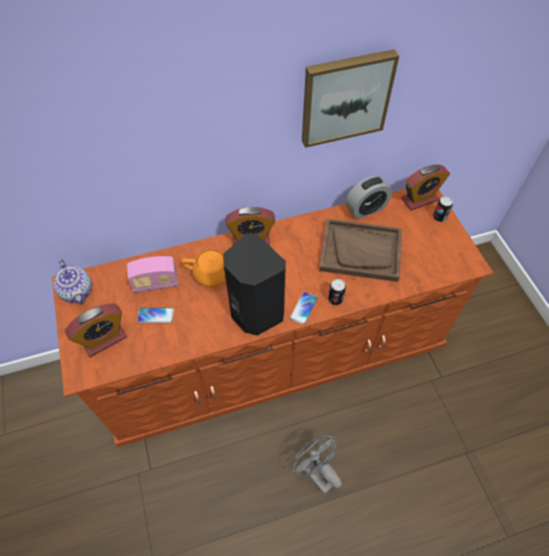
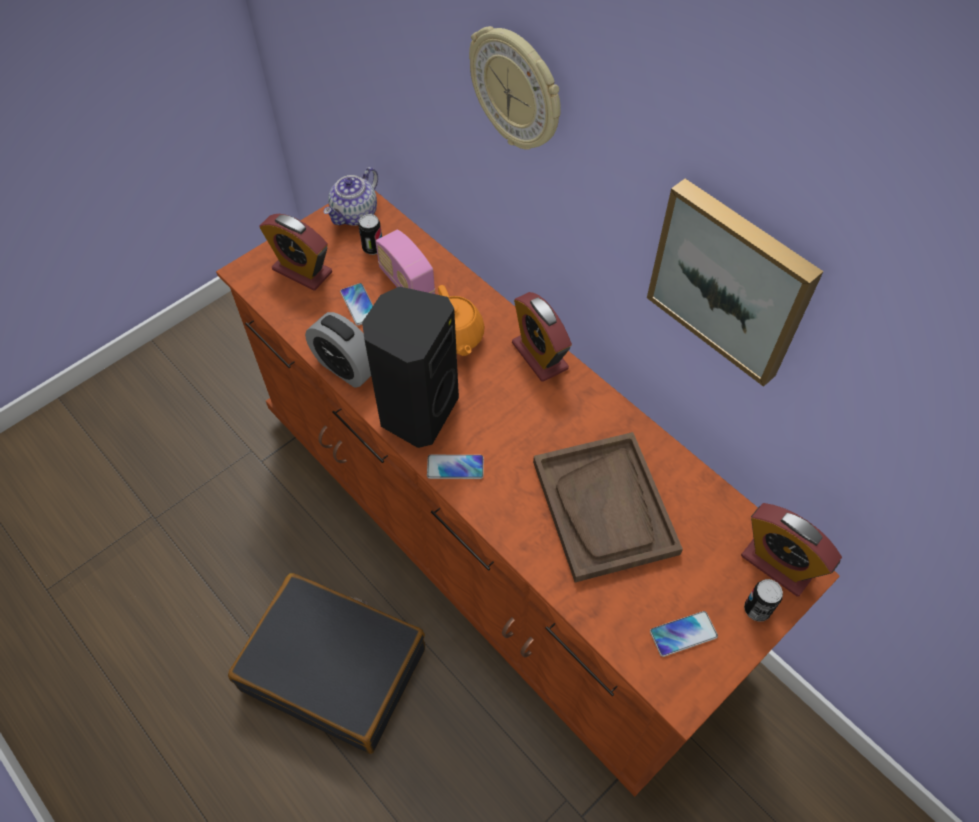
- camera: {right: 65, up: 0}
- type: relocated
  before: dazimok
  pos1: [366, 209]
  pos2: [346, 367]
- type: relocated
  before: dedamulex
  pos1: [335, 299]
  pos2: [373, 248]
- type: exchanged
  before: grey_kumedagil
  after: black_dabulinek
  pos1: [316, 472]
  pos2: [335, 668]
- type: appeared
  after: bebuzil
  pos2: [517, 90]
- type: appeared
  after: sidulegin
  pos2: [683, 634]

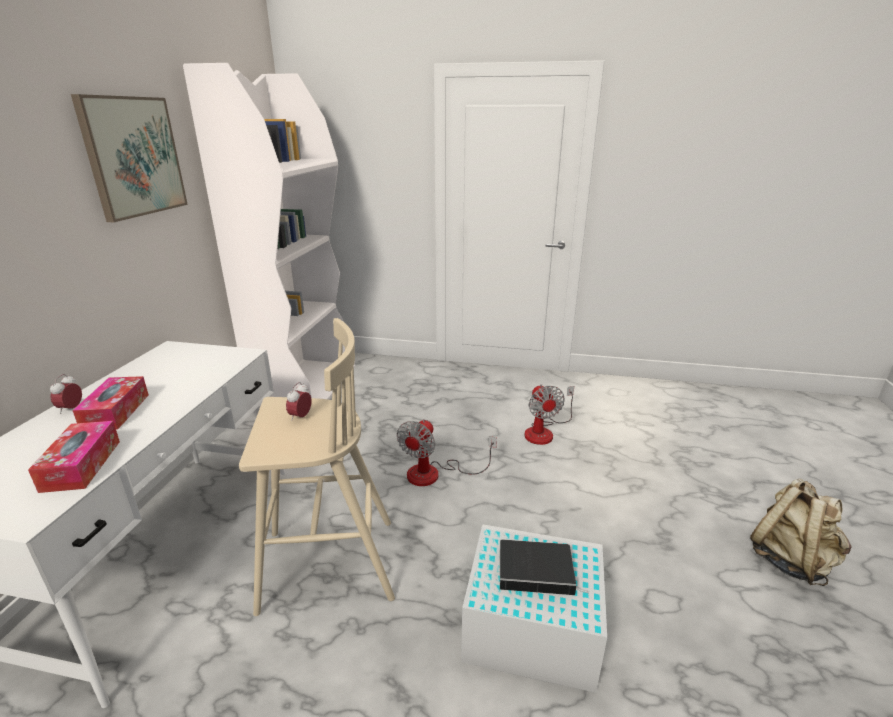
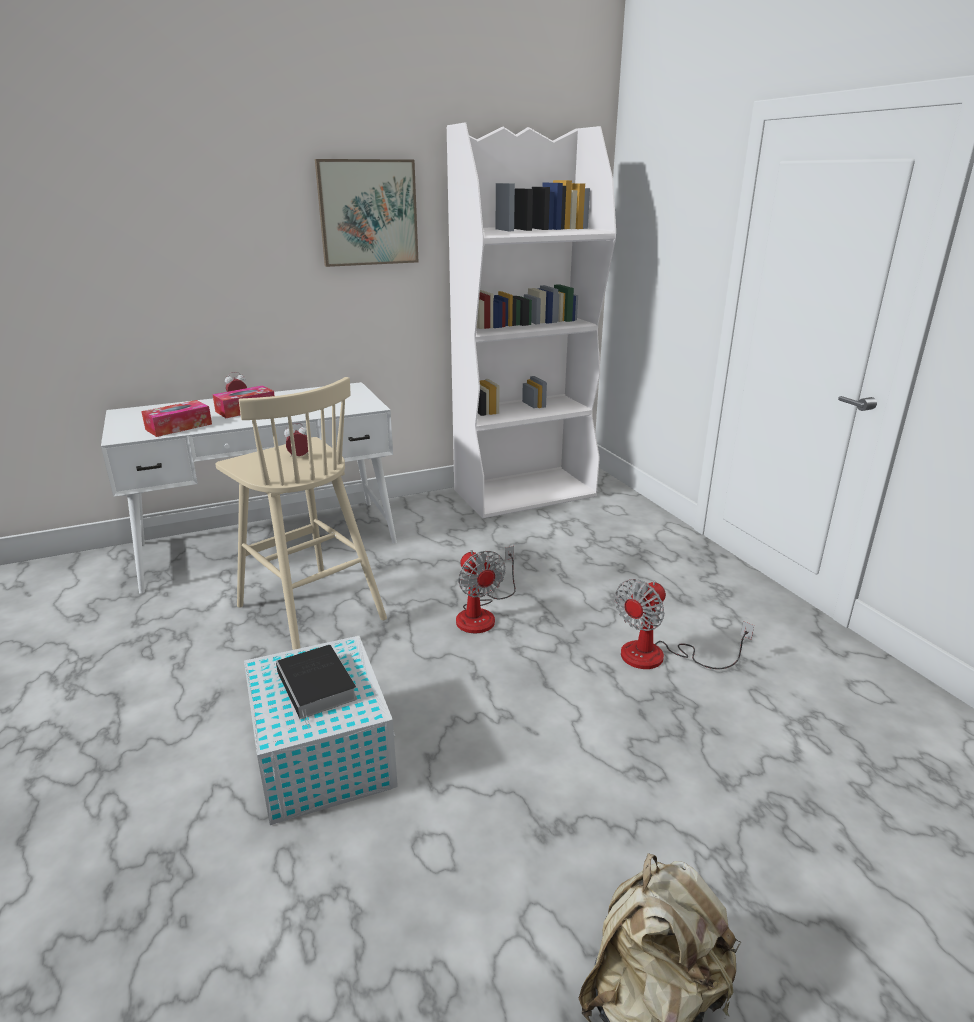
- camera: {right: 55, up: 0}
- type: spun
  before: kumedagil
  pos1: [435, 474]
  pos2: [482, 614]
  turn: -105

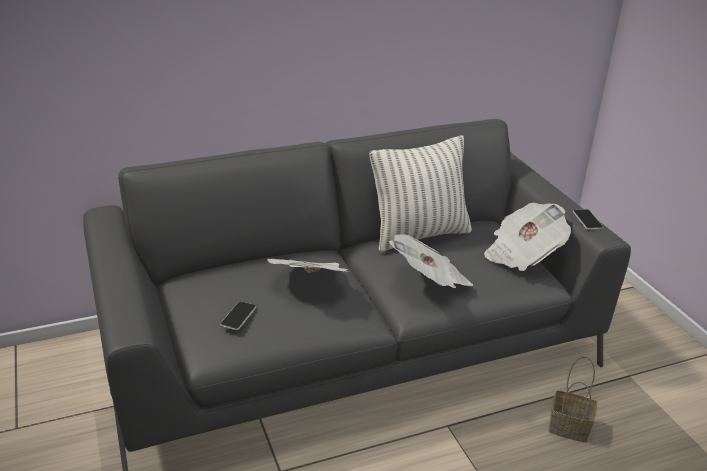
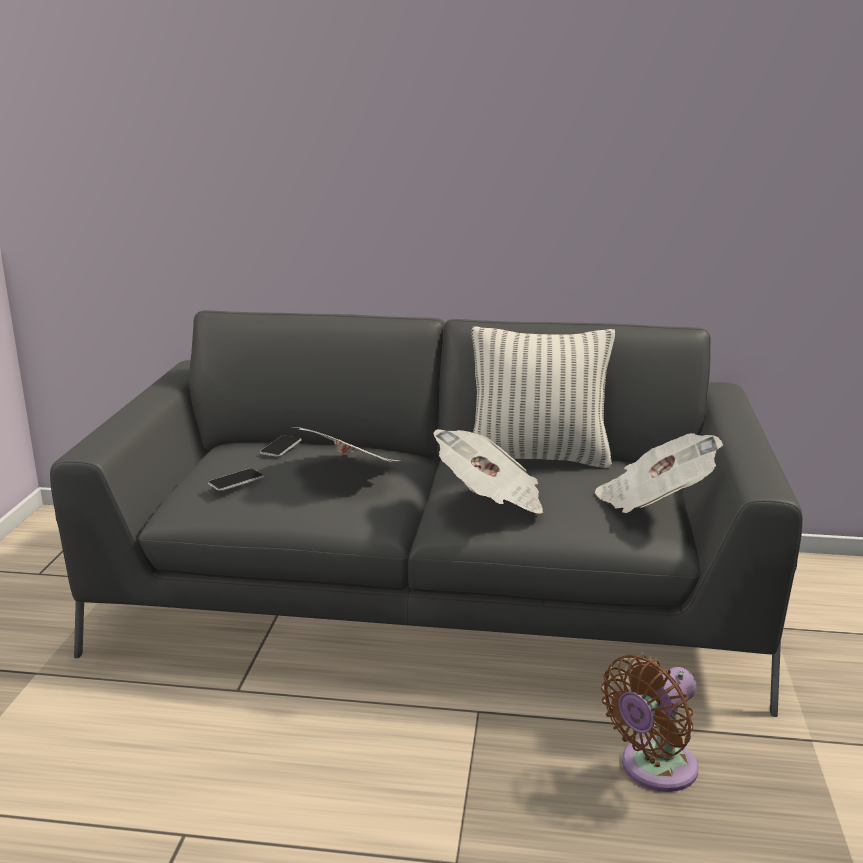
- camera: {right: 30, up: -10}
- type: relocated
  before: sidulegin
  pos1: [587, 220]
  pos2: [281, 447]
- type: exchanged
  before: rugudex
  after: brown_kumedagil
  pos1: [570, 427]
  pos2: [653, 769]

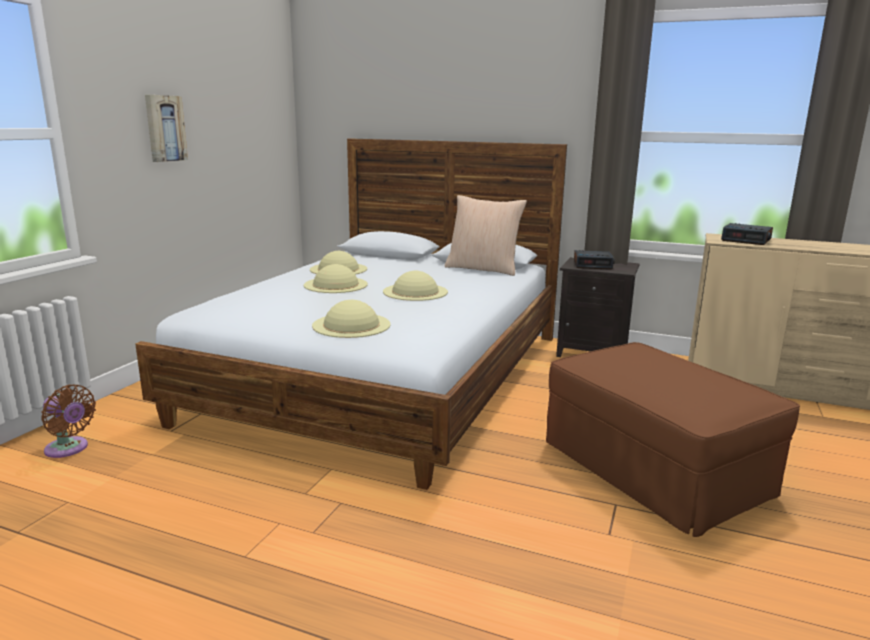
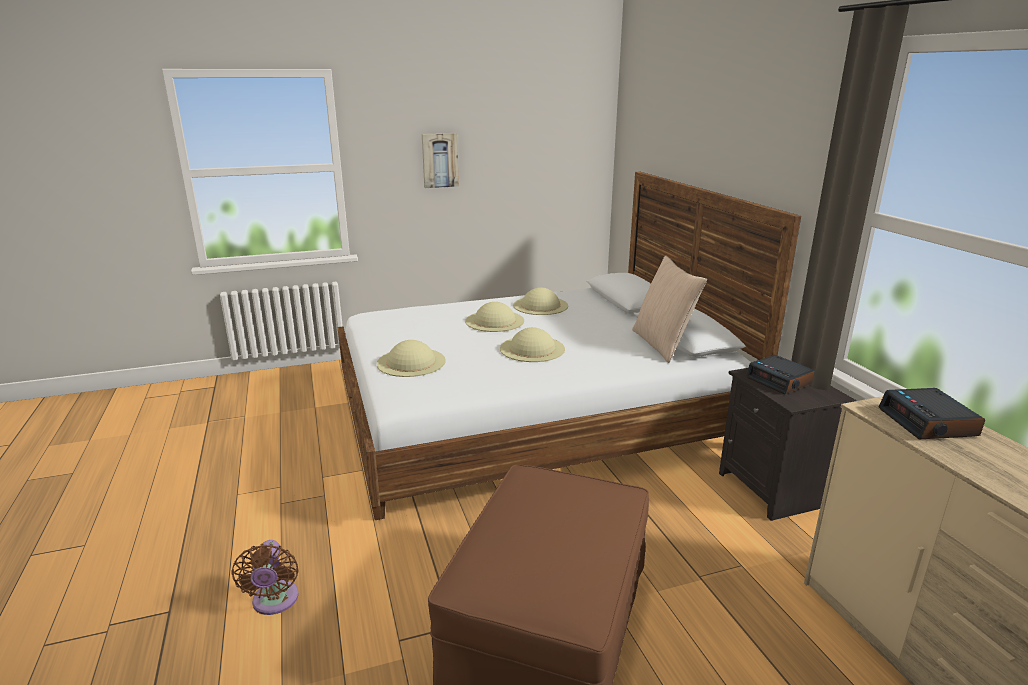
- camera: {right: 50, up: 5}
- type: relocated
  before: brown_kumedagil
  pos1: [69, 449]
  pos2: [274, 602]

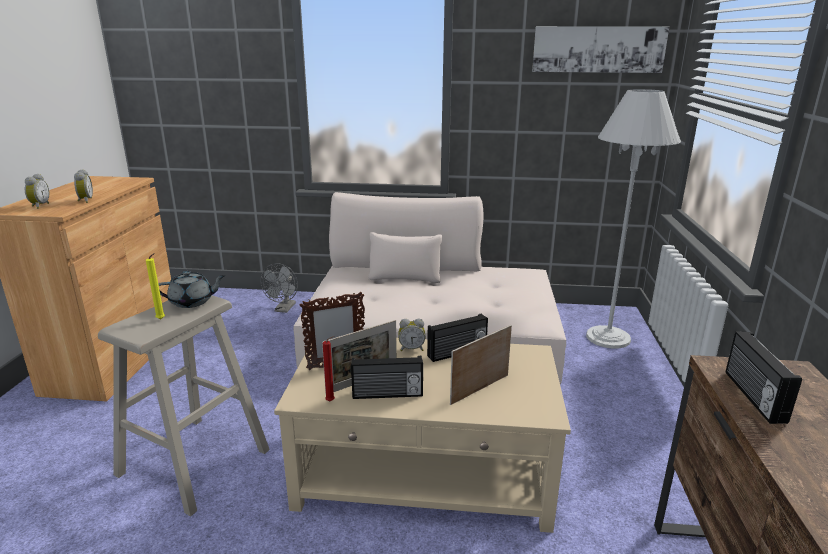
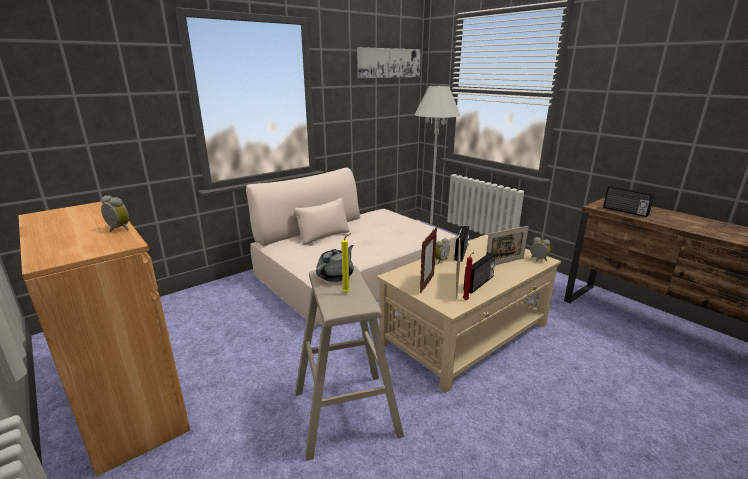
- camera: {right: -45, up: 0}
- type: relocated
  before: dazimok
  pos1: [39, 206]
  pos2: [538, 260]
- type: missing
  before: grey_kumedagil
  pos1: [284, 309]
- type: spun
  before: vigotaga
  pos1: [480, 389]
  pos2: [504, 262]
  turn: -120

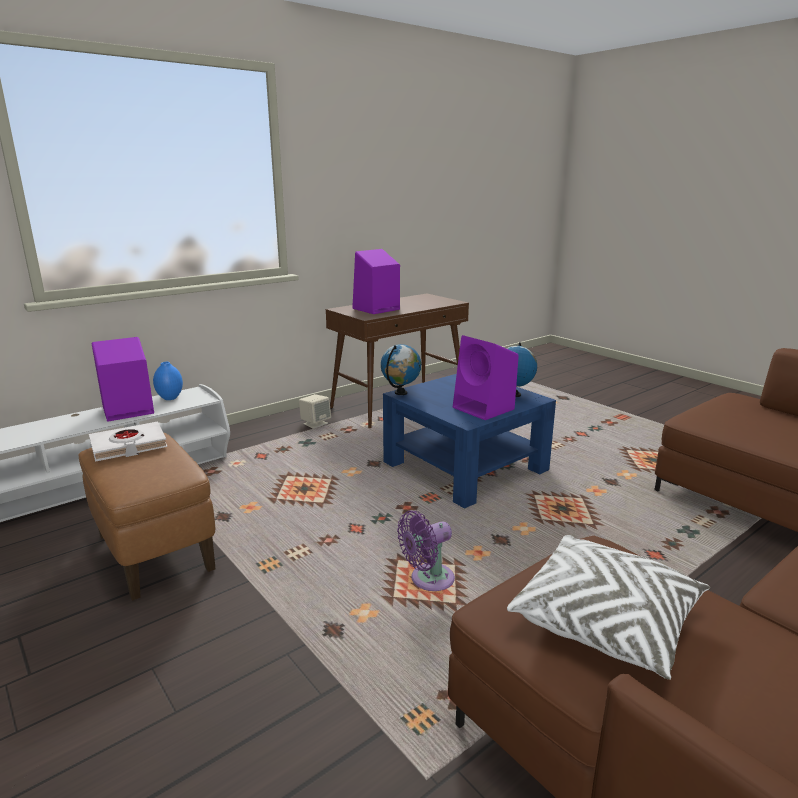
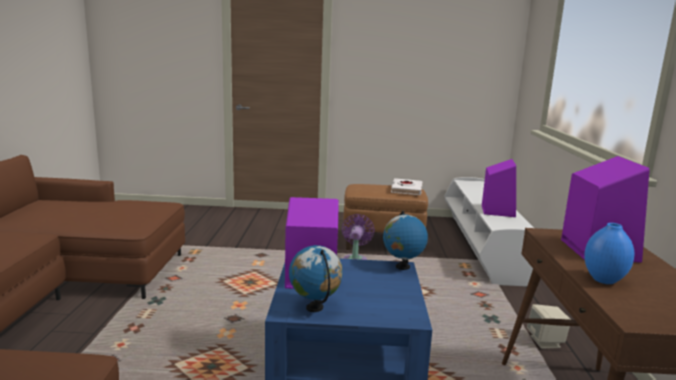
- camera: {right: 130, up: -5}
- type: relocated
  before: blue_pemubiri
  pos1: [170, 398]
  pos2: [604, 280]
- type: relocated
  before: purple_kumedagil
  pos1: [428, 580]
  pos2: [355, 259]
- type: missing
  before: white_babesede
  pos1: [606, 620]

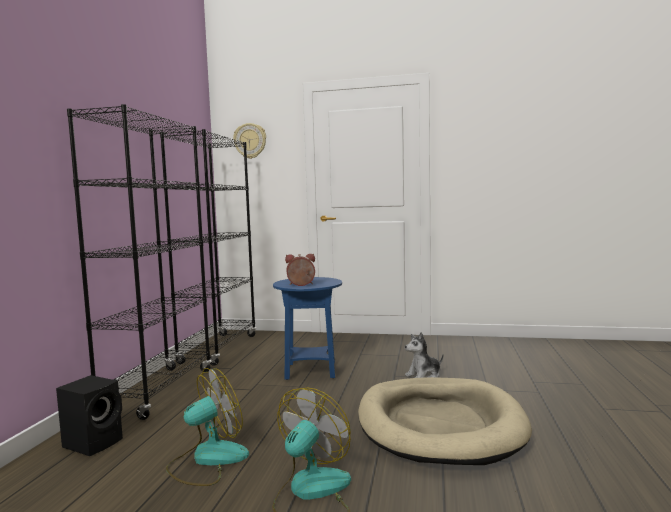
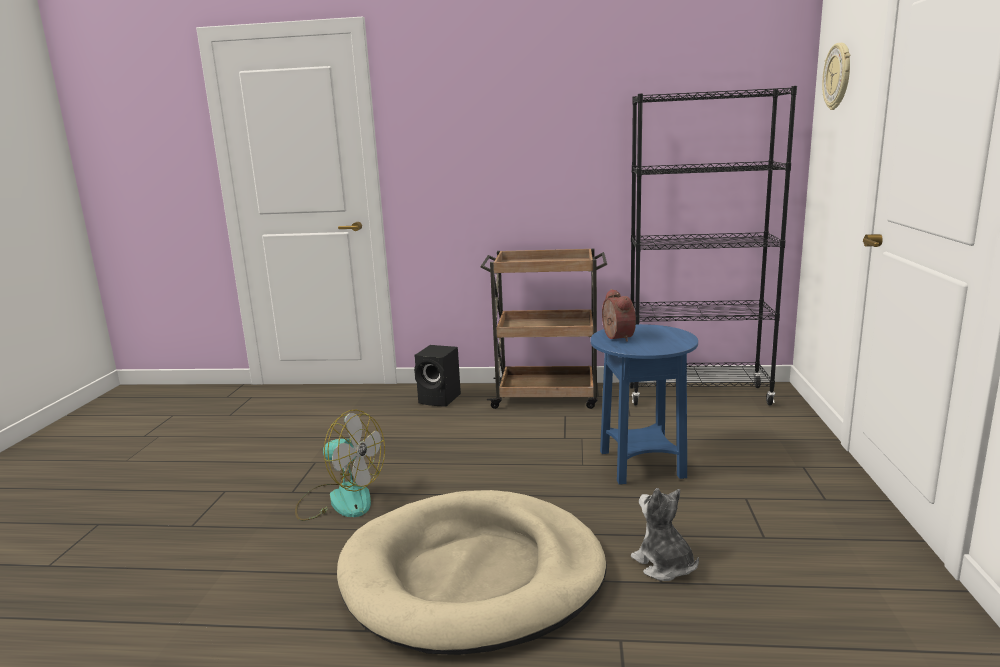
- camera: {right: 85, up: 10}
- type: exchanged
  before: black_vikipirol
  after: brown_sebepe
  pos1: [159, 391]
  pos2: [547, 396]
- type: missing
  before: kumedagil
  pos1: [208, 460]

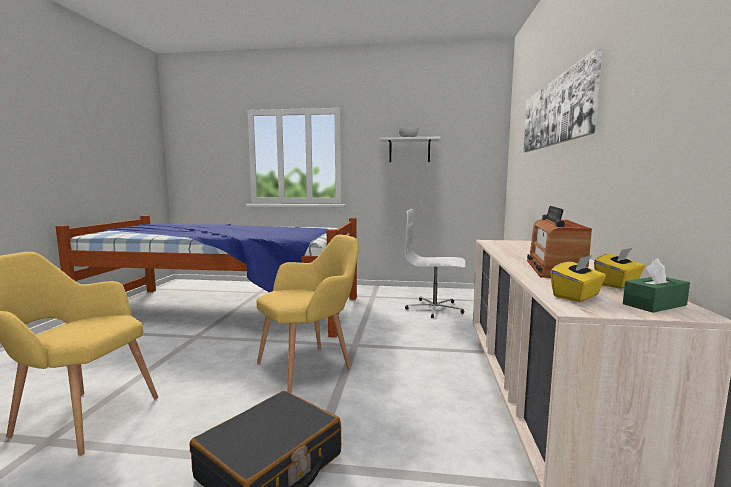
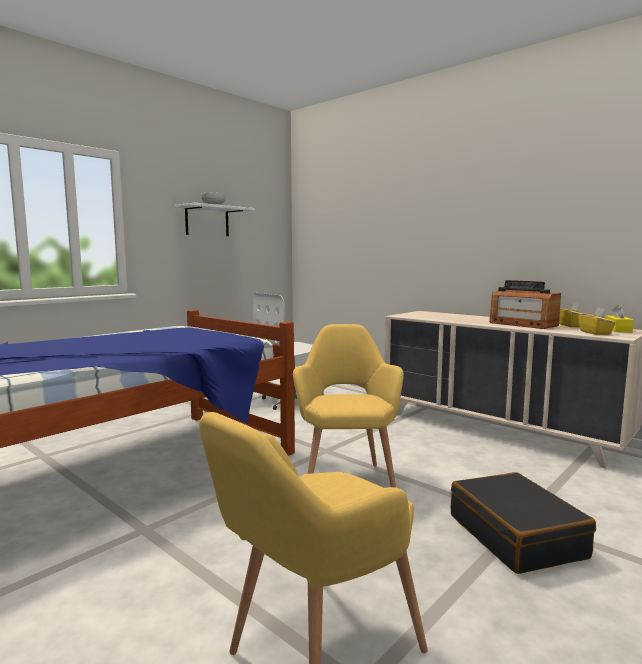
- camera: {right: -55, up: 0}
- type: missing
  before: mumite
  pos1: [555, 113]
- type: colour
  before: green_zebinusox
  after: yellow_zebinusox
  pos1: [654, 304]
  pos2: [617, 330]

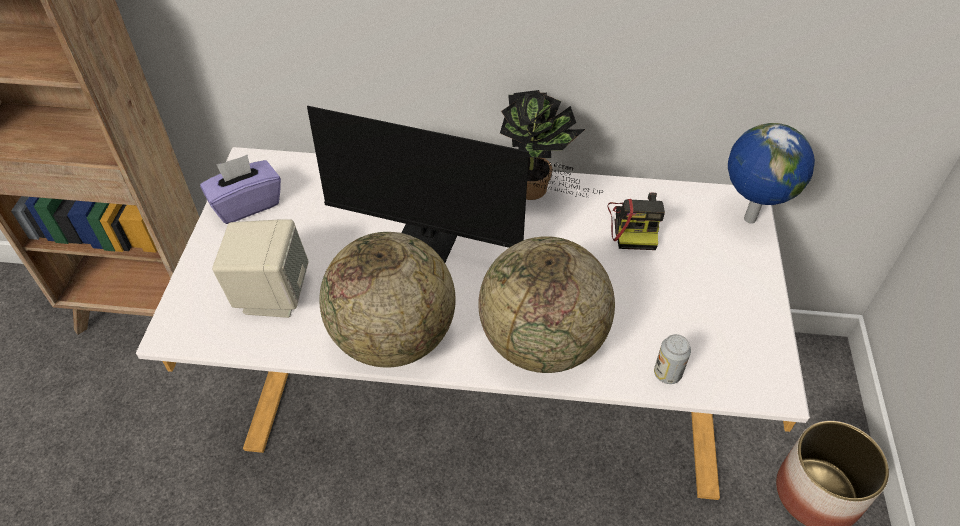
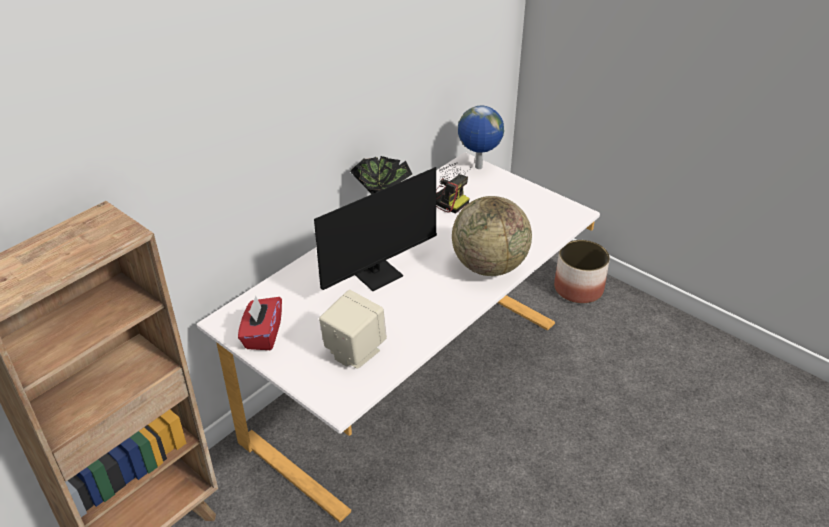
- camera: {right: -55, up: -10}
- type: colour
  before: purple_zebinusox
  after: red_zebinusox
  pos1: [246, 204]
  pos2: [262, 335]
- type: missing
  before: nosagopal
  pos1: [393, 338]
- type: missing
  before: dedamulex
  pos1: [667, 374]

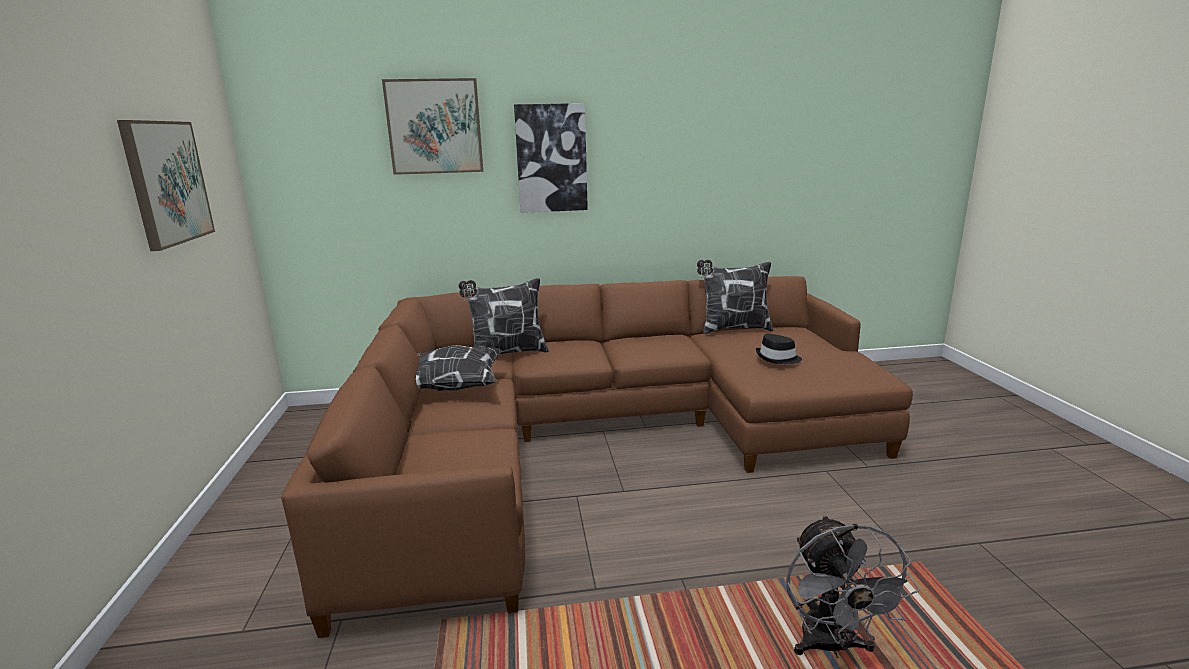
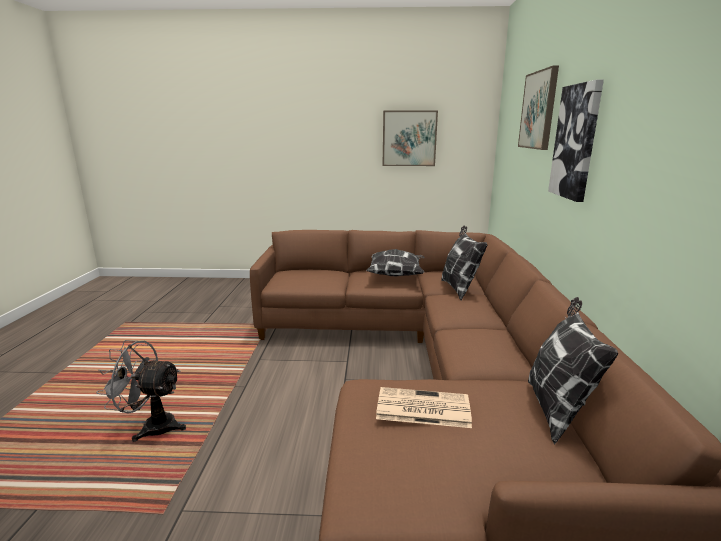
- camera: {right: 100, up: 0}
- type: exchanged
  before: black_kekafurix
  after: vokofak
  pos1: [778, 358]
  pos2: [421, 408]

